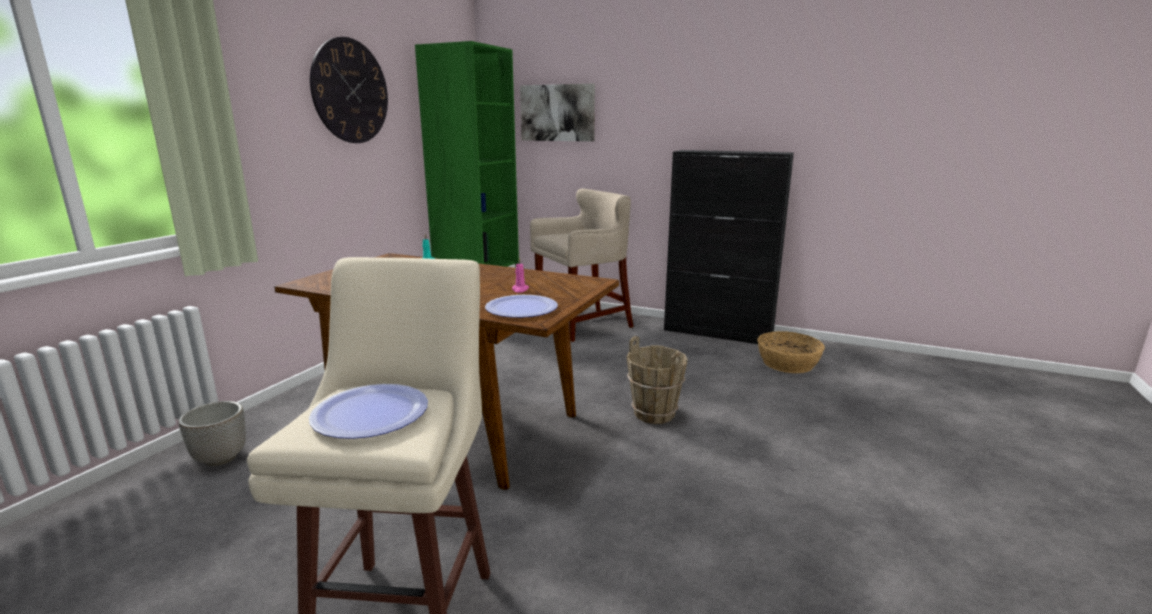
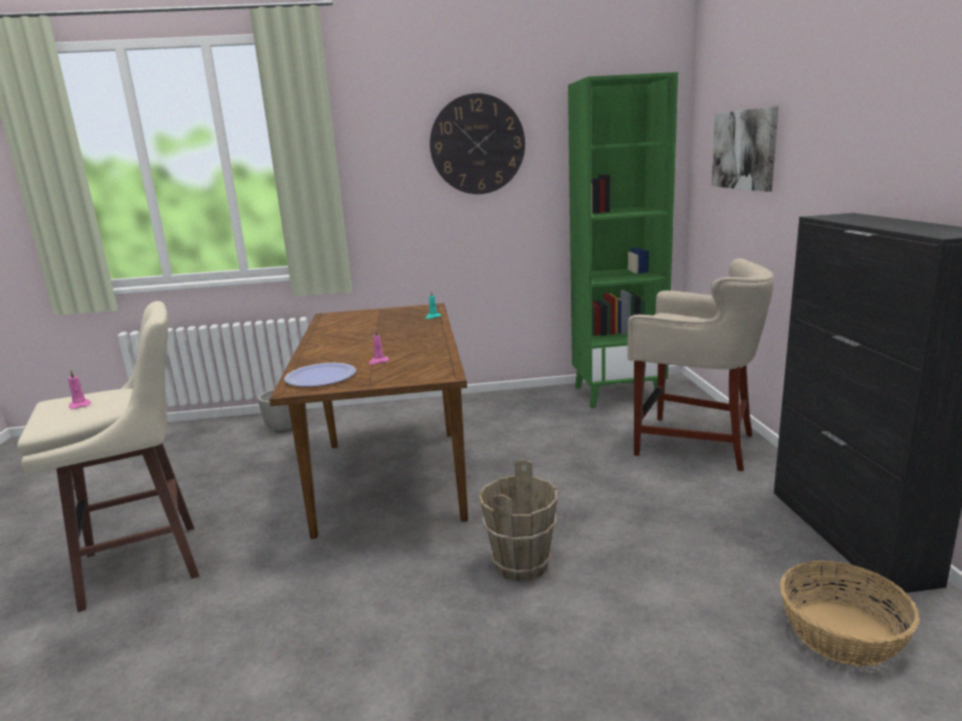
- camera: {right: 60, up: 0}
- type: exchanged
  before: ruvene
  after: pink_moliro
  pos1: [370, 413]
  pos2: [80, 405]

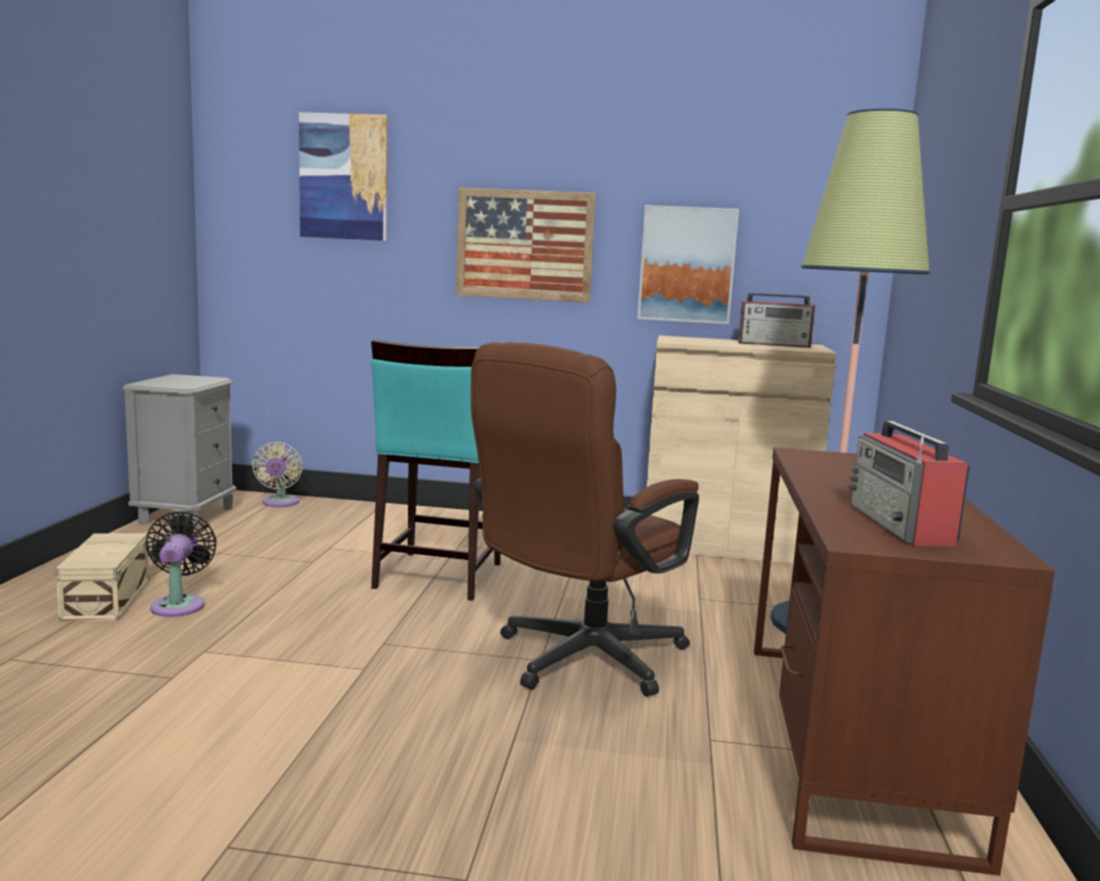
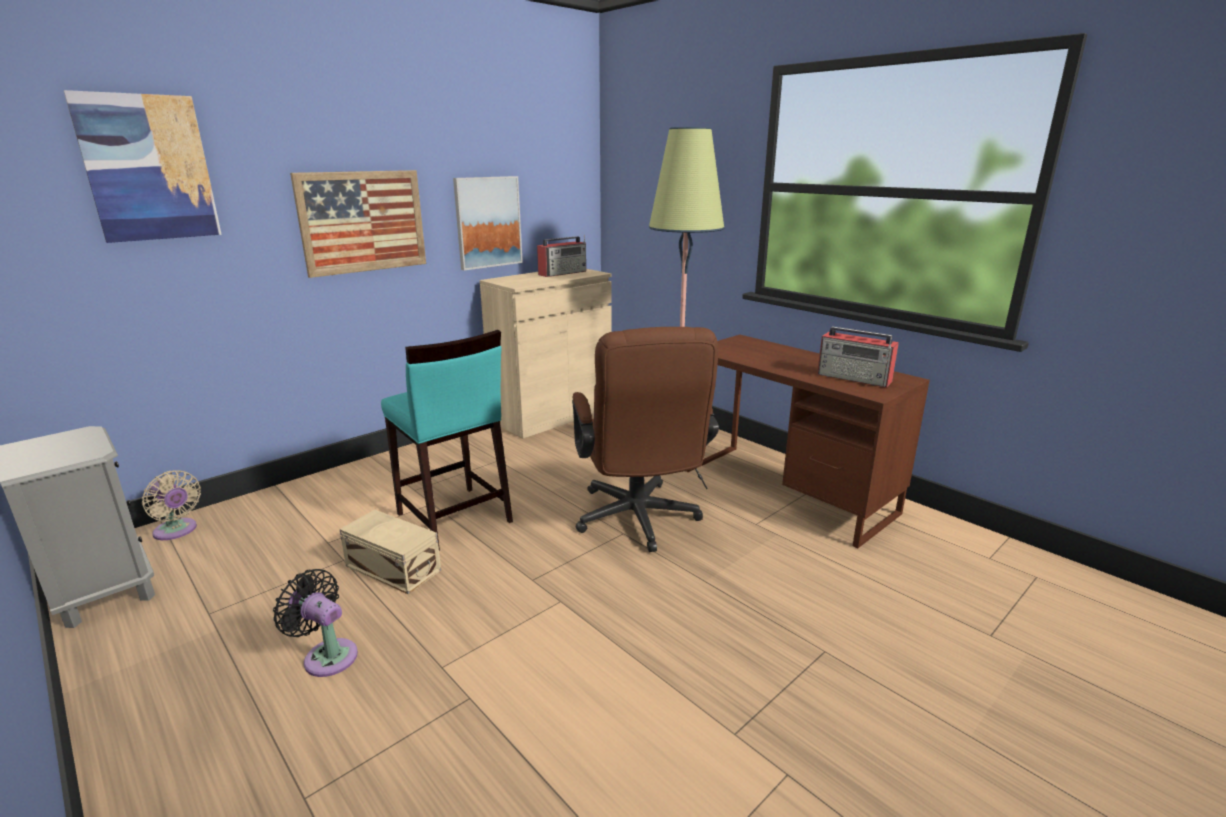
- camera: {right: -50, up: 10}
- type: relocated
  before: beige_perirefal
  pos1: [109, 599]
  pos2: [393, 567]

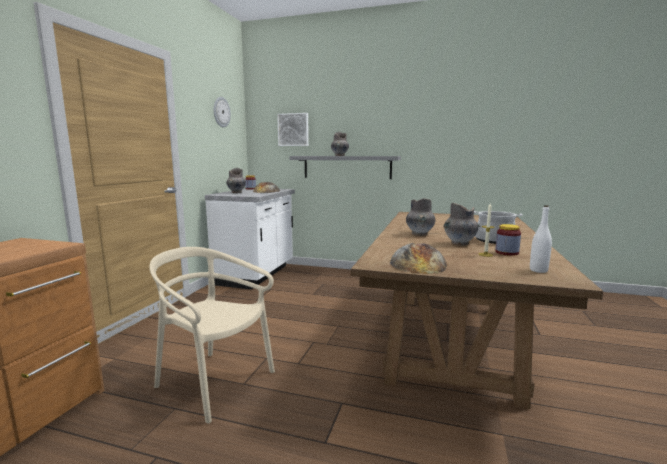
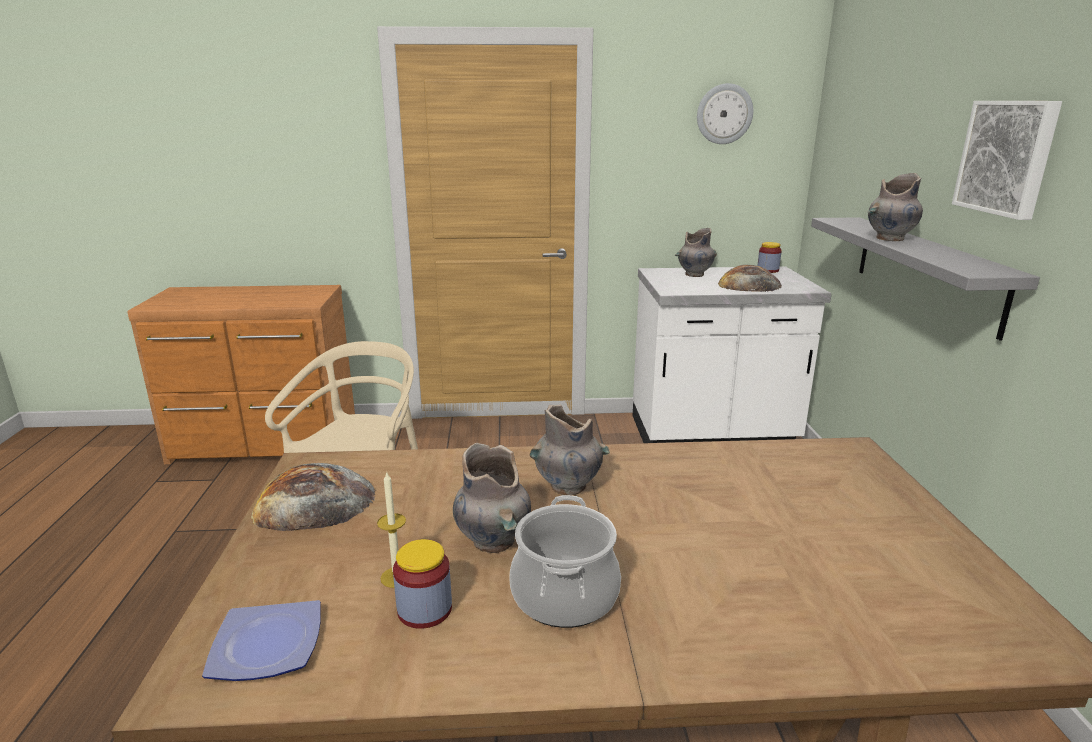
- camera: {right: 70, up: 10}
- type: relocated
  before: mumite
  pos1: [293, 129]
  pos2: [1007, 157]
- type: exchanged
  before: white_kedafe
  after: ruvene
  pos1: [538, 270]
  pos2: [268, 647]

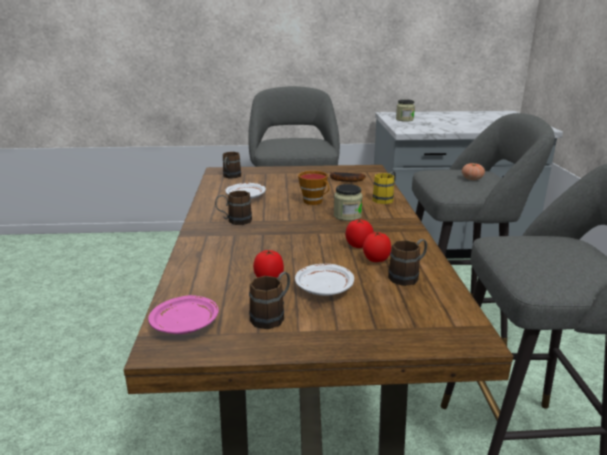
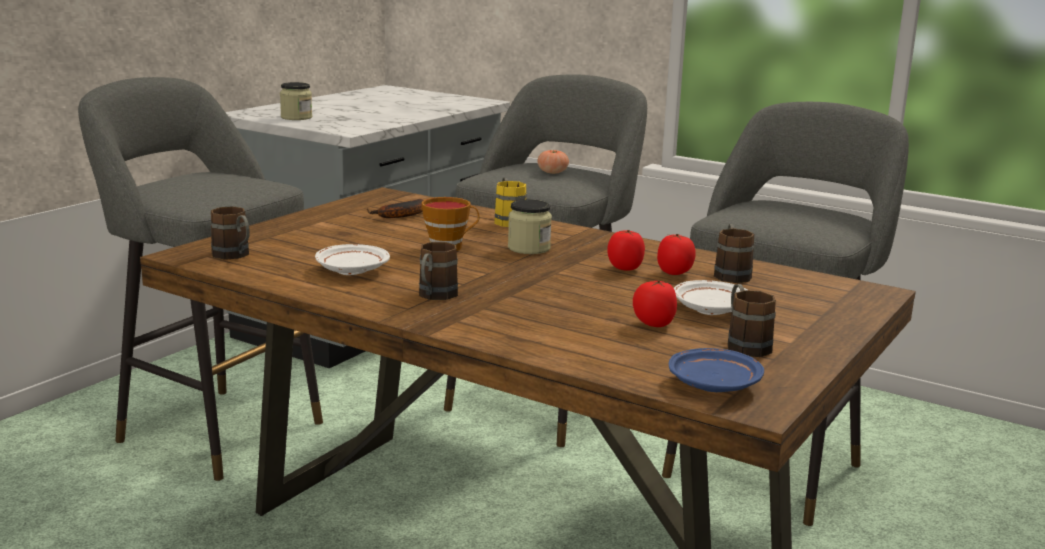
- camera: {right: -55, up: -5}
- type: colour
  before: pink_ruvene
  after: blue_ruvene
  pos1: [186, 324]
  pos2: [714, 385]

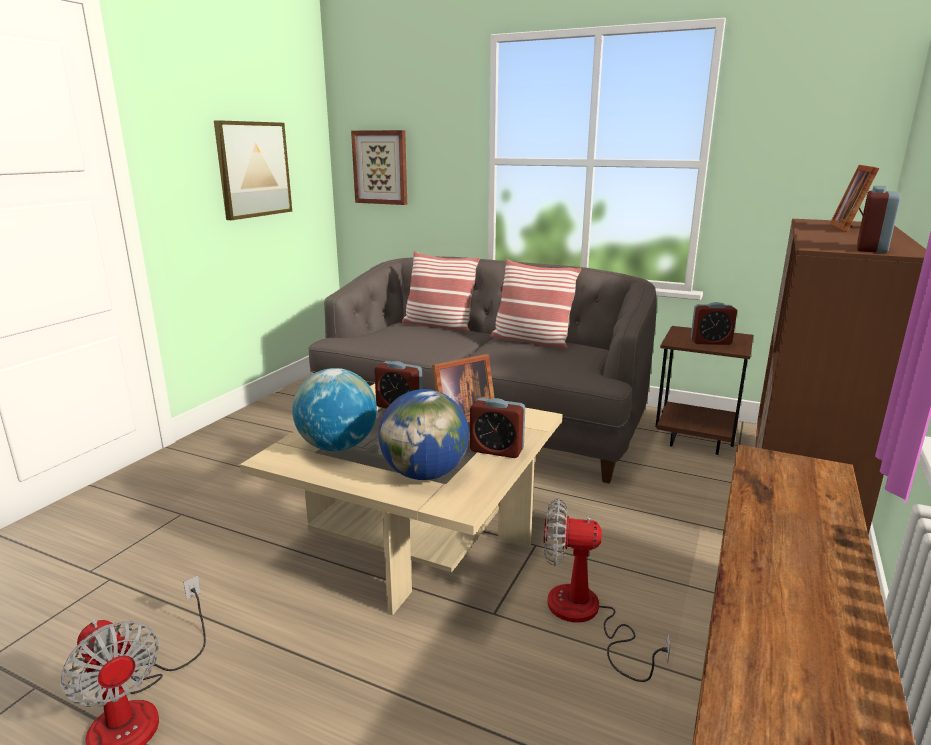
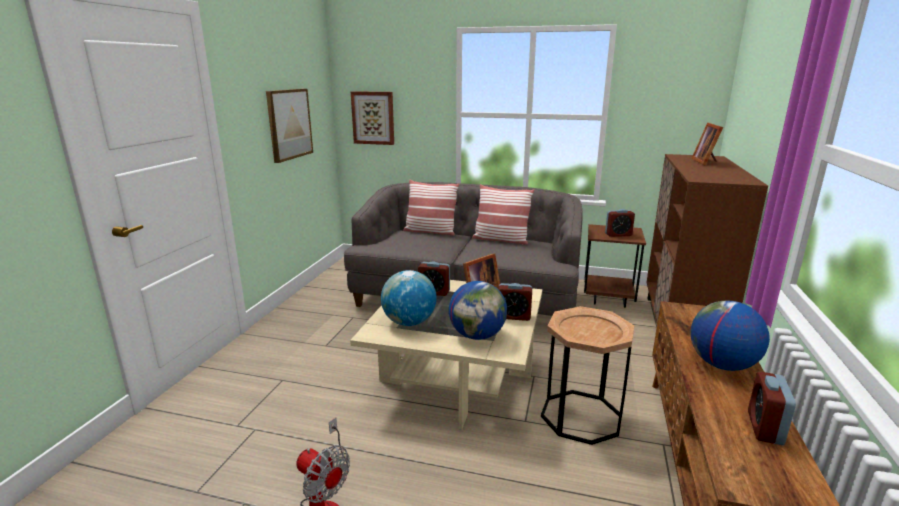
- camera: {right: -10, up: 0}
- type: relocated
  before: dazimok
  pos1: [871, 248]
  pos2: [764, 428]
- type: exchanged
  before: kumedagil
  after: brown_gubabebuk
  pos1: [585, 617]
  pos2: [581, 416]
- type: appeared
  after: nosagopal
  pos2: [721, 365]

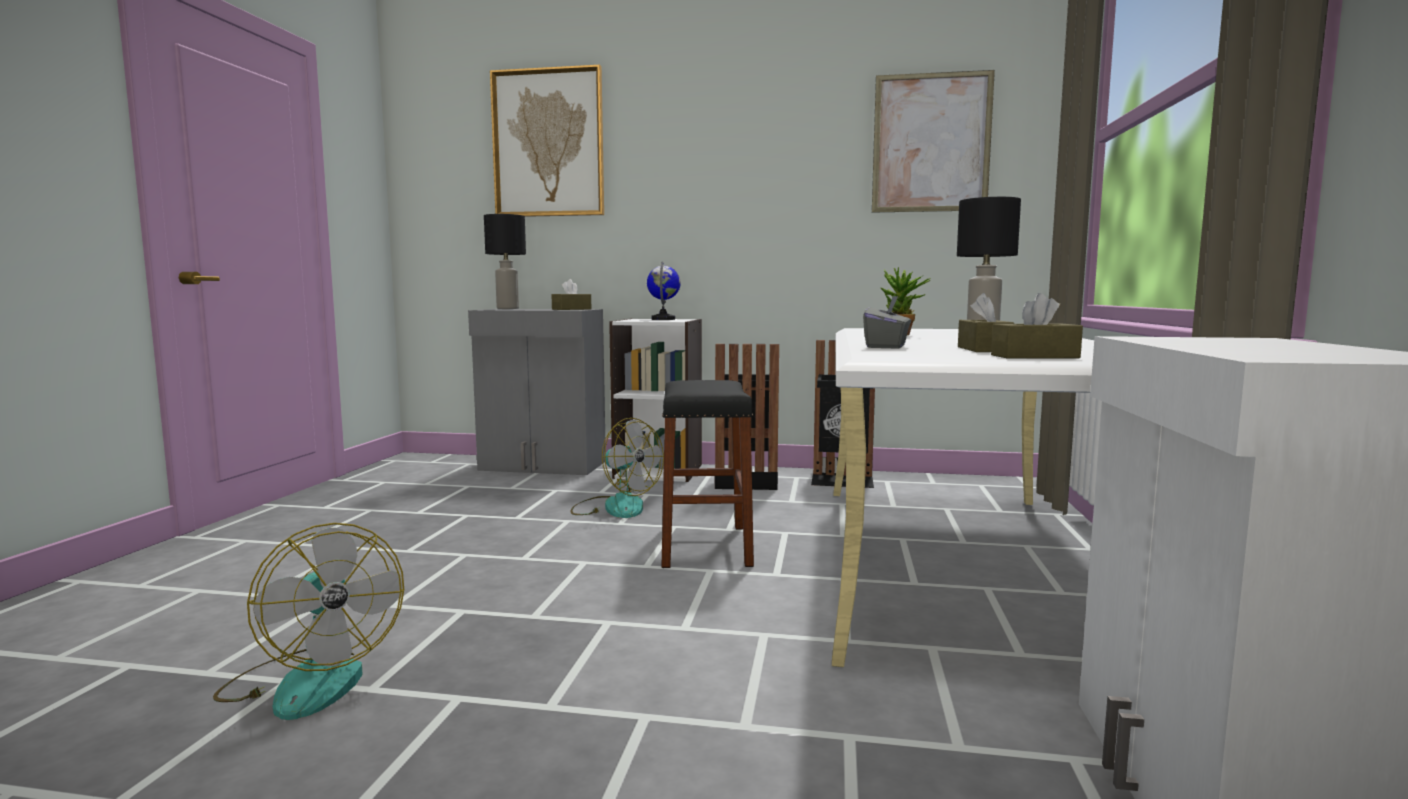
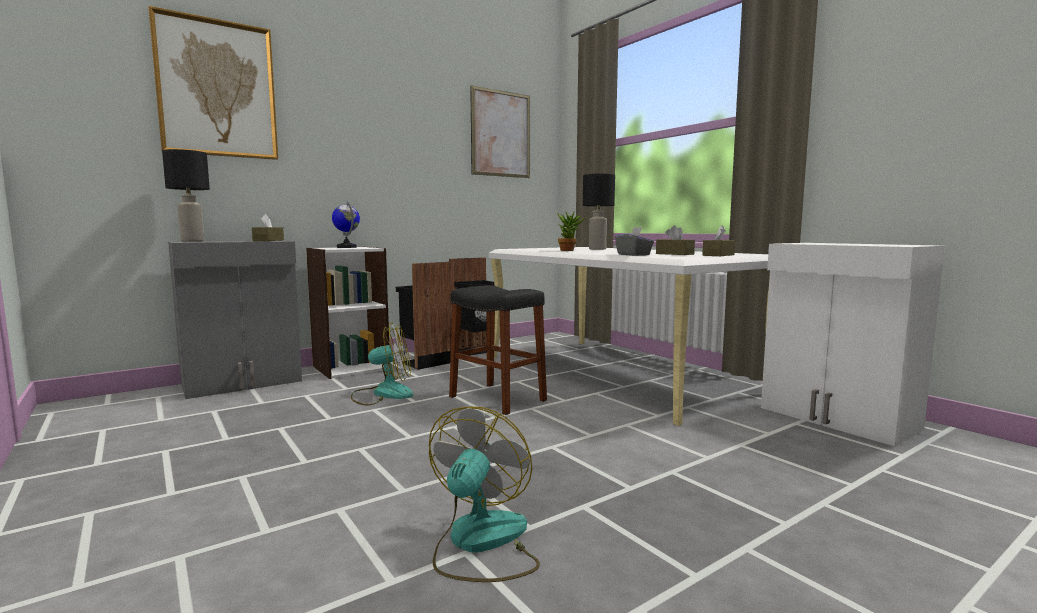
- camera: {right: -45, up: 0}
- type: spun
  before: kumedagil
  pos1: [311, 680]
  pos2: [480, 543]
  turn: -75

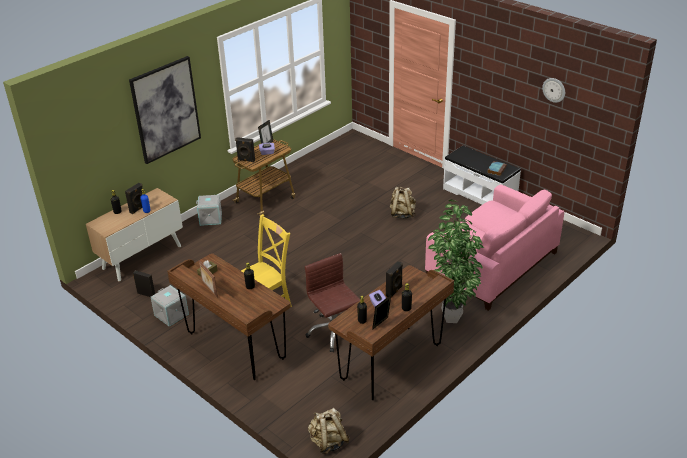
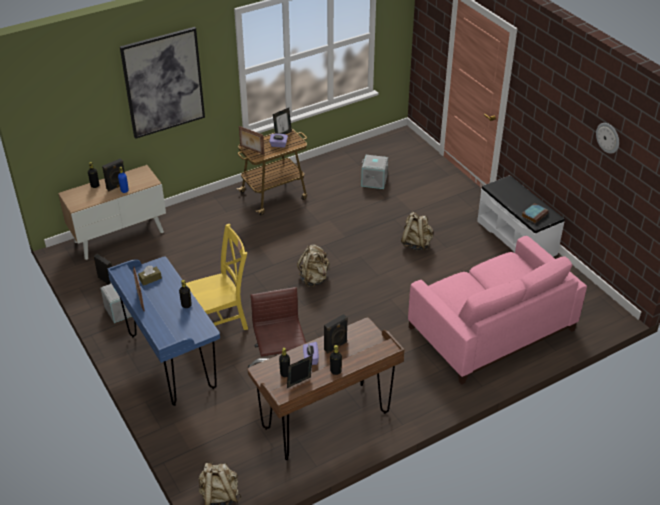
- camera: {right: 15, up: 5}
- type: exchanged
  before: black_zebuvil
  after: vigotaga
  pos1: [246, 160]
  pos2: [251, 150]
- type: relocated
  before: grey_perirefal
  pos1: [211, 218]
  pos2: [374, 180]
- type: missing
  before: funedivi
  pos1: [449, 319]
- type: colour
  before: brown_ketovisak
  after: blue_ketovisak
  pos1: [235, 346]
  pos2: [171, 362]
- type: appeared
  after: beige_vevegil
  pos2: [314, 278]

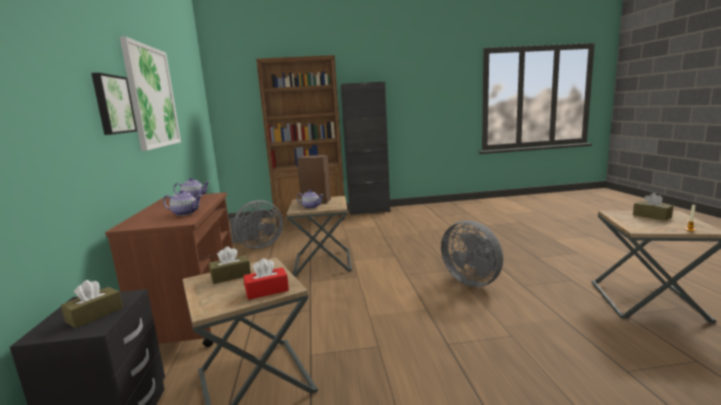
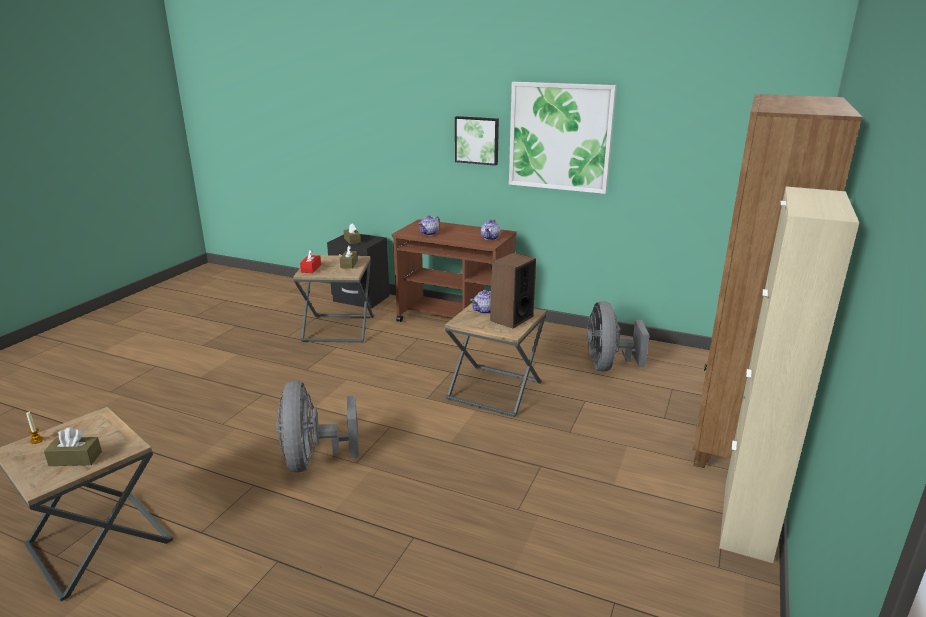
- camera: {right: 120, up: 10}
- type: colour
  before: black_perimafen
  after: beige_perimafen
  pos1: [369, 211]
  pos2: [747, 520]
- type: spun
  before: grey_kumedagil
  pos1: [473, 281]
  pos2: [313, 459]
  turn: -90

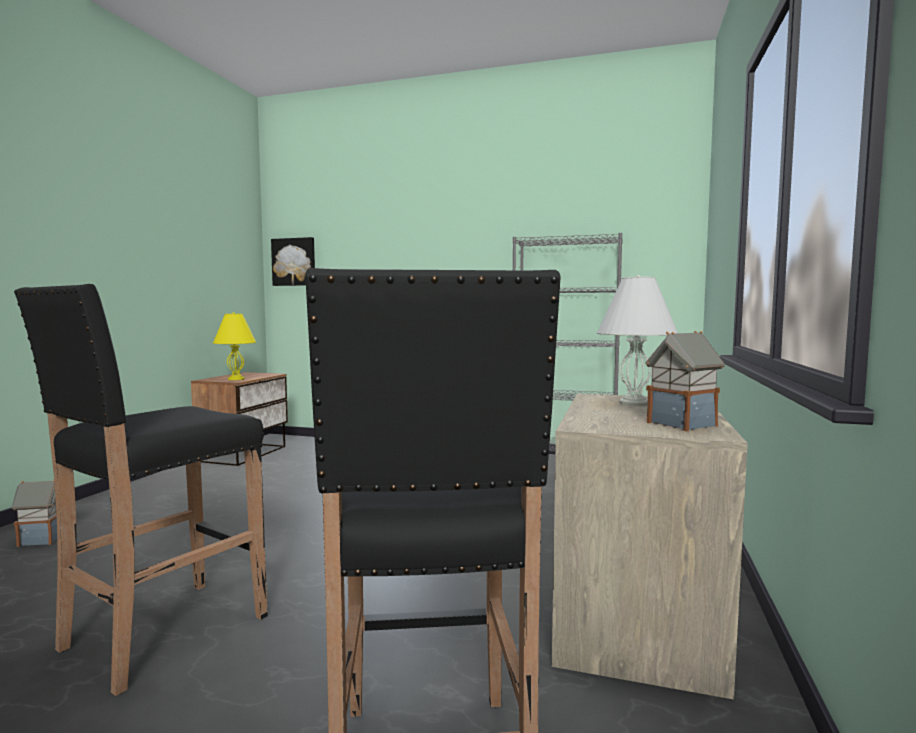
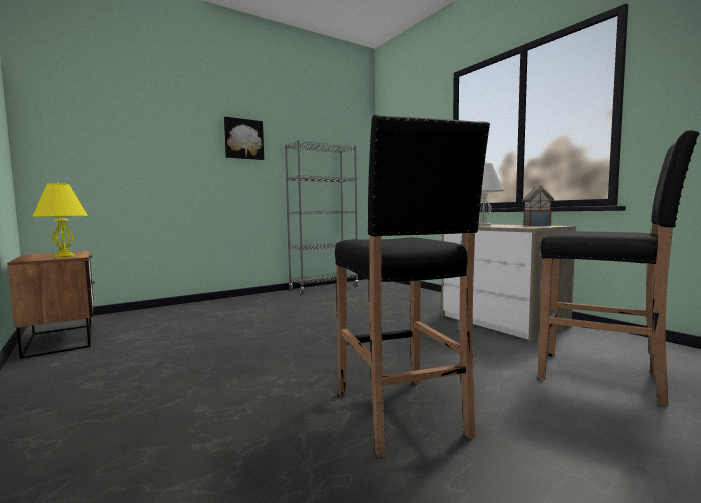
- camera: {right: -50, up: 0}
- type: relocated
  before: mumite
  pos1: [294, 262]
  pos2: [243, 139]
- type: missing
  before: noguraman
  pos1: [43, 539]

